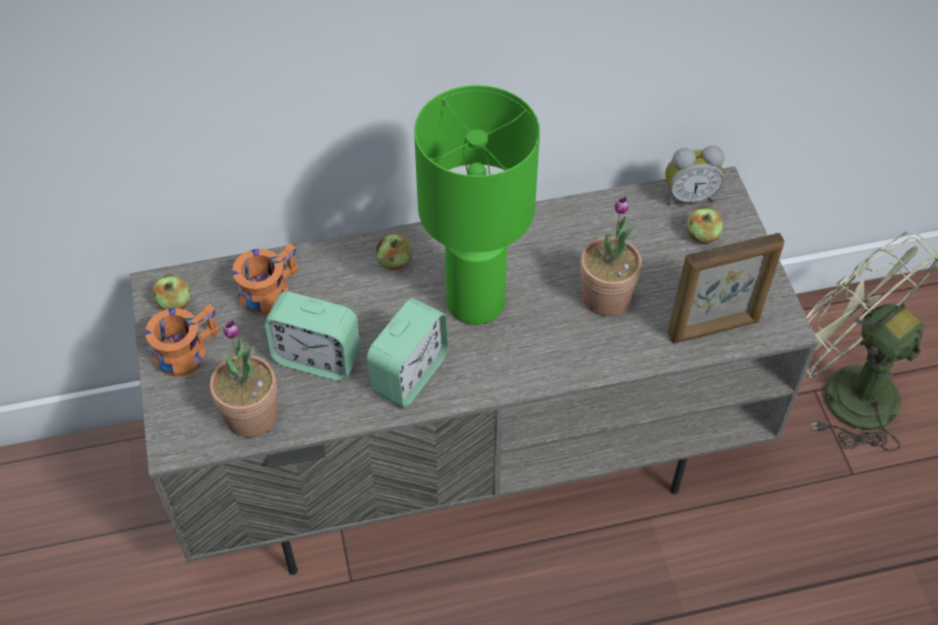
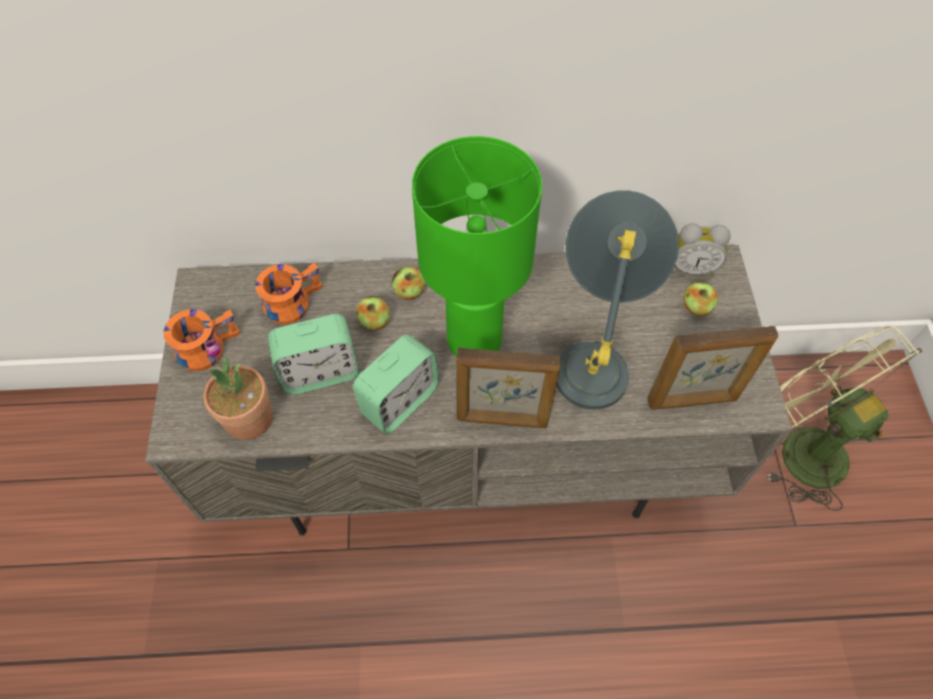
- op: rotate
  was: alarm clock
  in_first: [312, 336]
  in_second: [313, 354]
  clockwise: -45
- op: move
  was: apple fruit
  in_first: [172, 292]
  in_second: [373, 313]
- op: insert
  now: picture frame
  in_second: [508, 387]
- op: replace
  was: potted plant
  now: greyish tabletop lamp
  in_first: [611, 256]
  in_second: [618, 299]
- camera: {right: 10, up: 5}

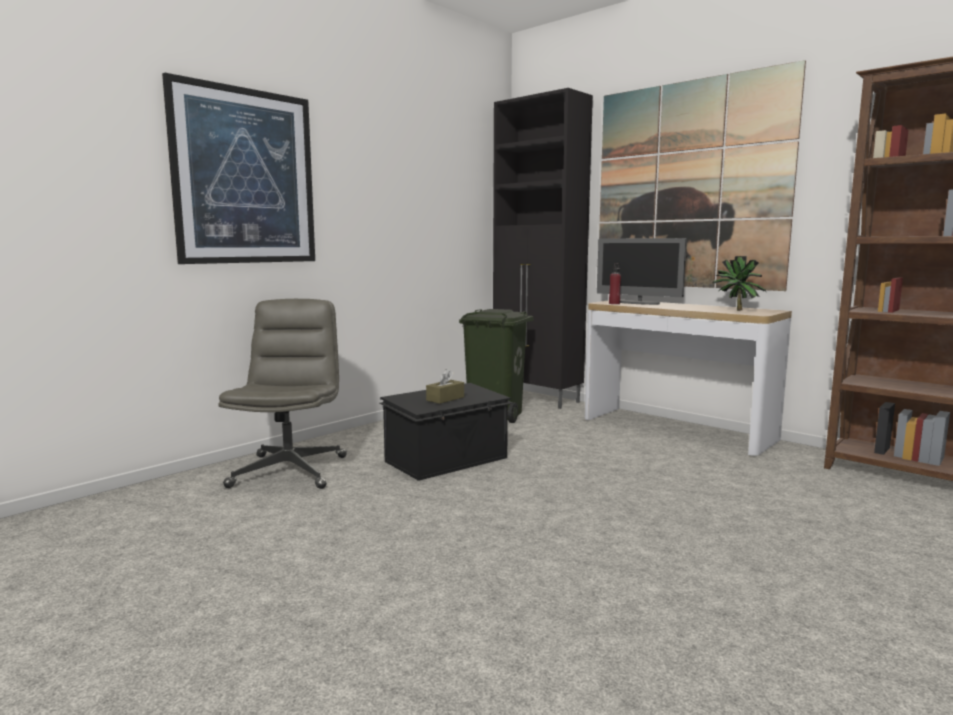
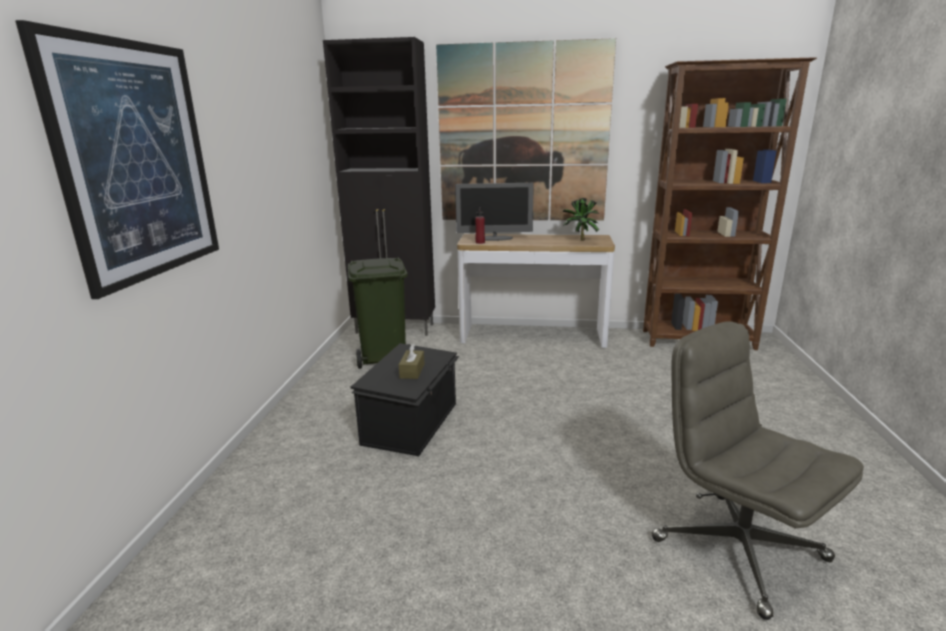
- op: move
  was: greyish office chair
  in_first: [282, 394]
  in_second: [758, 471]
- camera: {right: -35, up: 10}

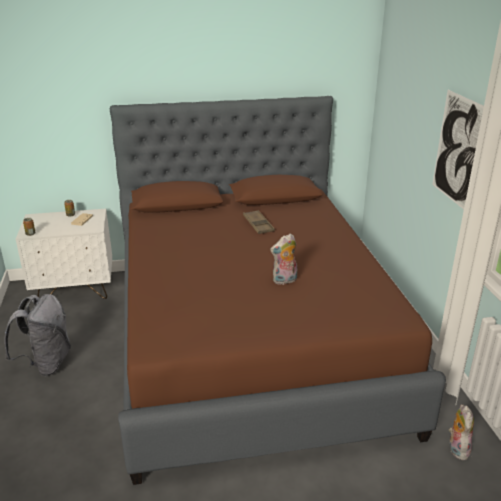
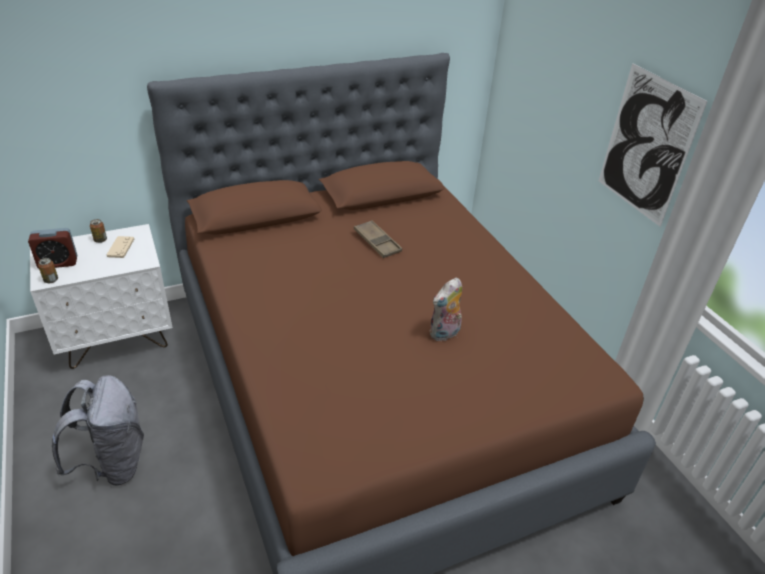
- op: insert
  now: alarm clock
  in_second: [52, 248]
- op: delete
  was: plush toy
  in_first: [461, 432]
- camera: {right: -15, up: 10}

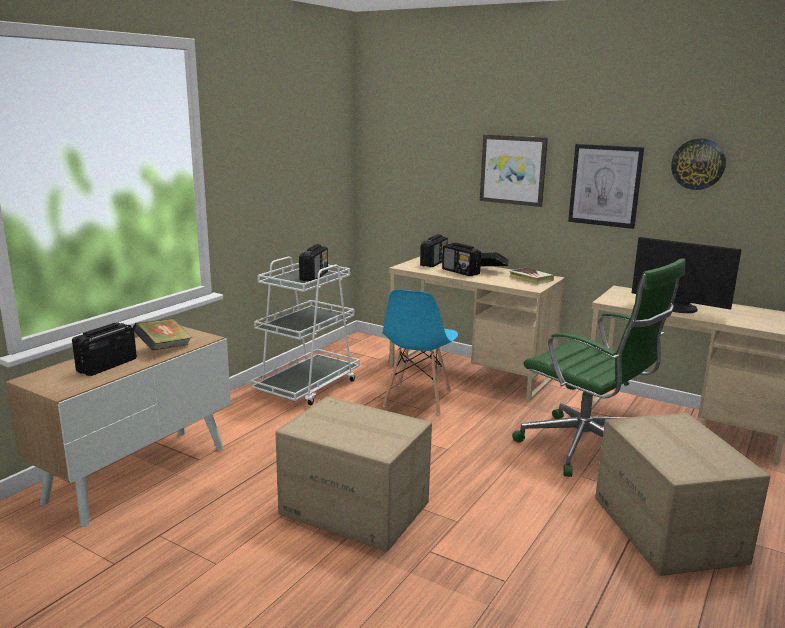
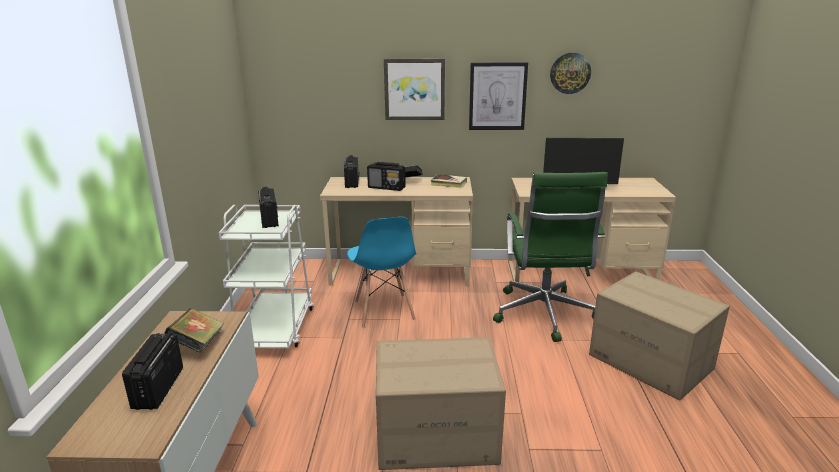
- op: rotate
  was: green office chair
  in_first: [599, 367]
  in_second: [550, 257]
  clockwise: 75
- camera: {right: -30, up: 5}

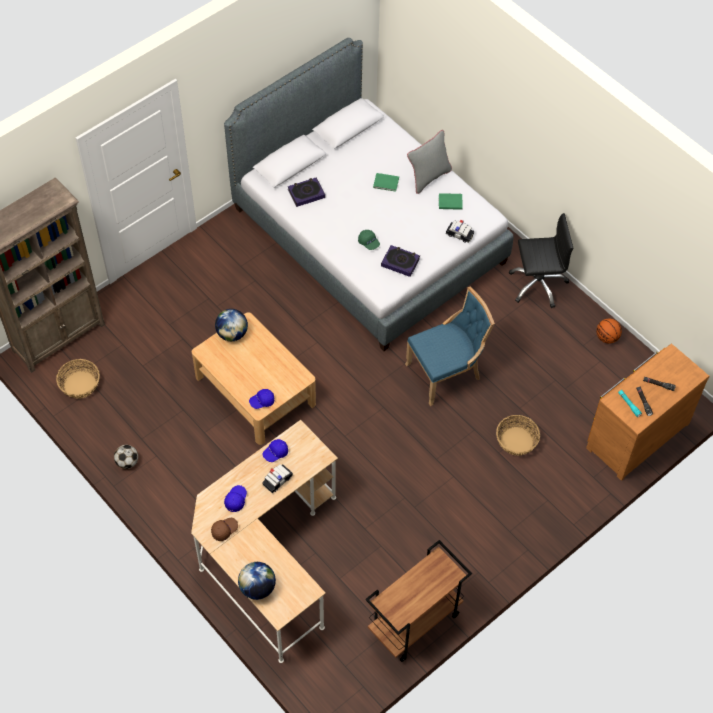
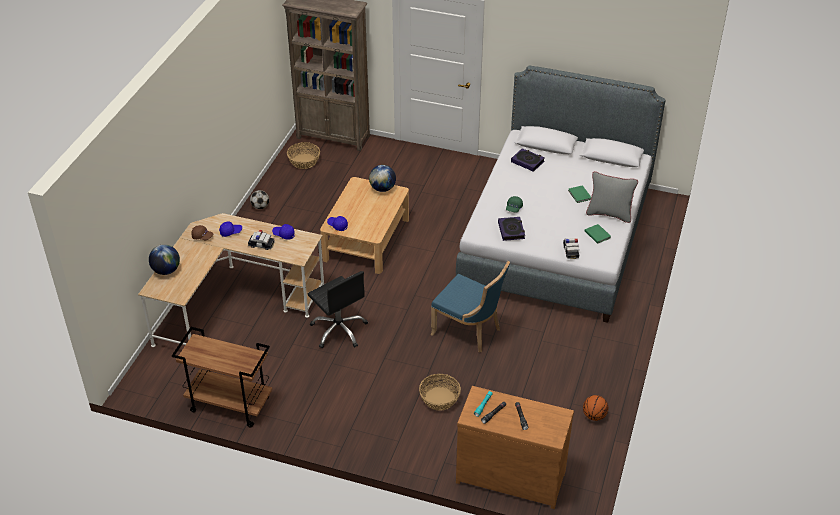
- op: move
  was: black office chair
  in_first: [541, 260]
  in_second: [338, 310]
- camera: {right: 60, up: -15}

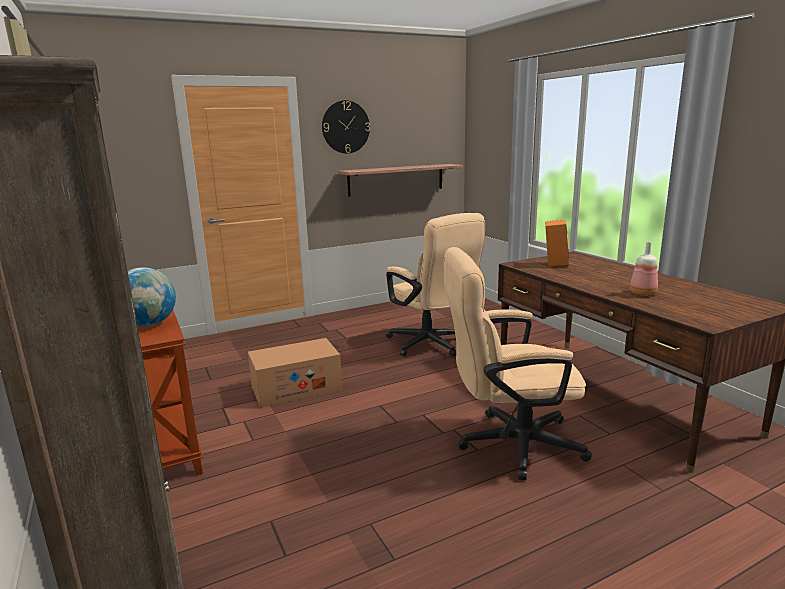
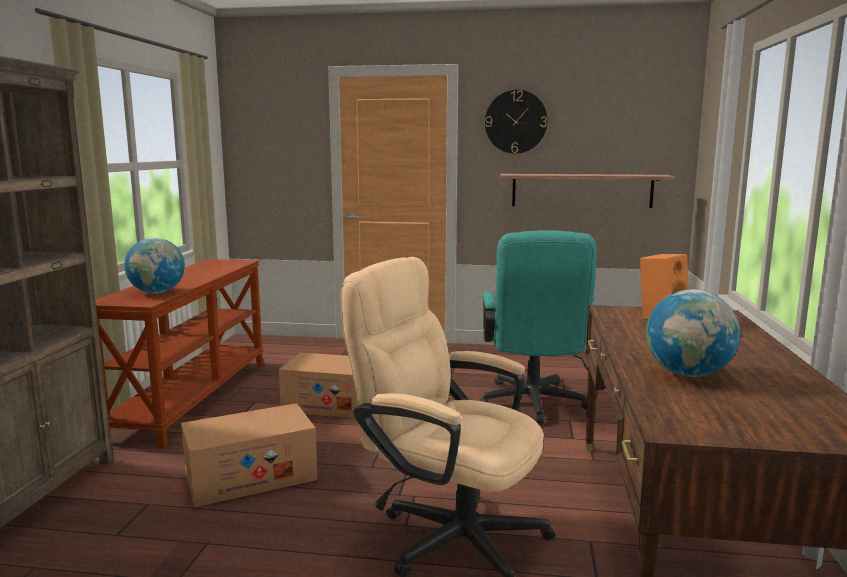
- op: insert
  now: carton
  in_second: [249, 455]
- op: recolor
  was: beige-coloured office chair
  now: turquoise office chair
  in_first: [435, 285]
  in_second: [538, 327]
- op: replace
  was: drink bottle
  now: globe
  in_first: [644, 269]
  in_second: [693, 333]
- camera: {right: 35, up: -5}

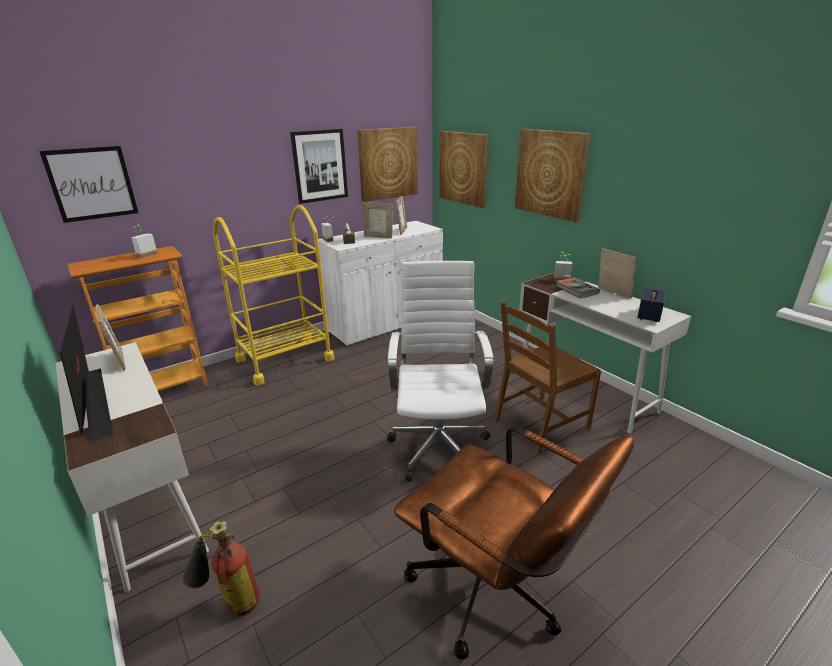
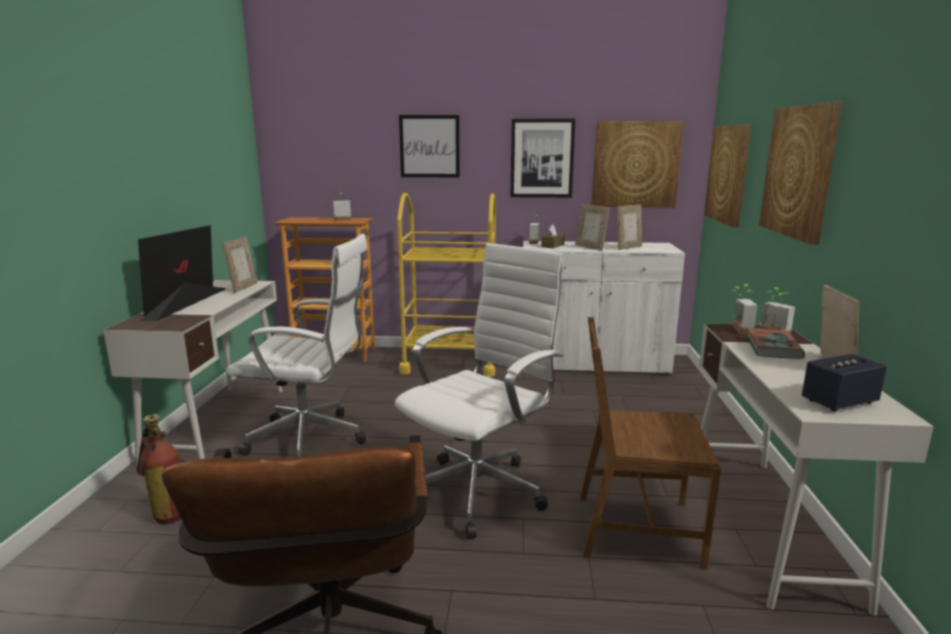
- op: insert
  now: white-coloured office chair
  in_second: [296, 345]
- op: move
  was: picture
  in_first: [88, 184]
  in_second: [429, 146]
- op: insert
  now: potted plant
  in_second: [744, 309]
- camera: {right: 40, up: -10}

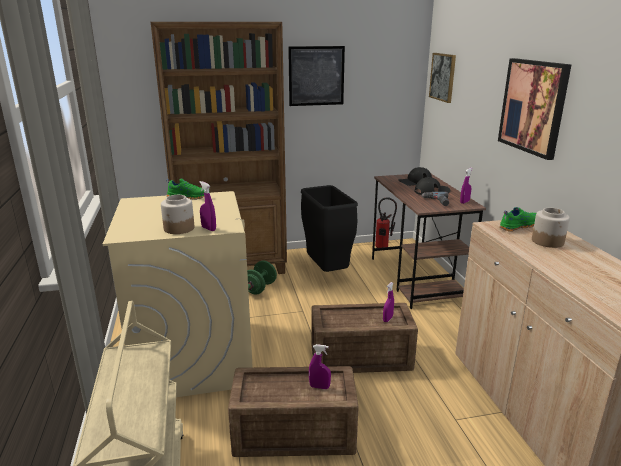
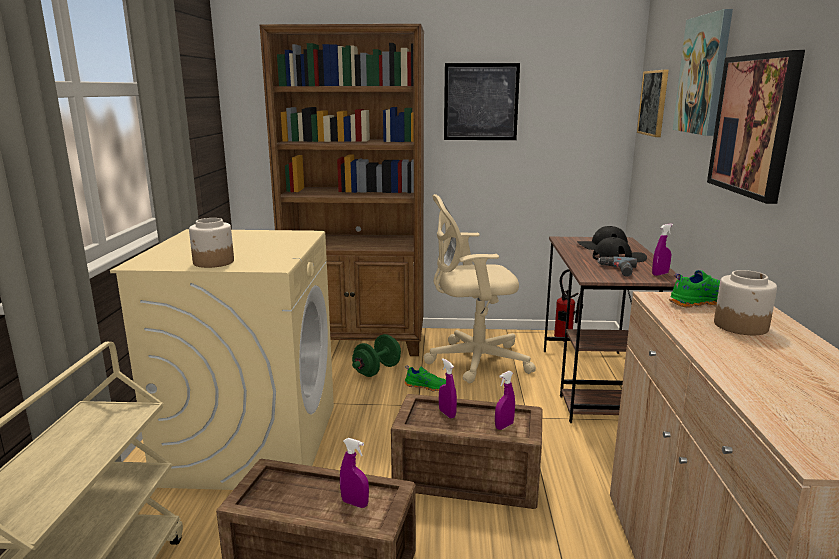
- op: move
  was: green shoe
  in_first: [188, 189]
  in_second: [425, 378]
- op: replace
  was: black rubbish bin
  now: beige-coloured office chair
  in_first: [329, 228]
  in_second: [479, 289]
- op: move
  was: purple-coloured spray bottle
  in_first: [207, 206]
  in_second: [448, 388]
- op: insert
  now: picture
  in_second: [703, 72]
- camera: {right: 15, up: -5}

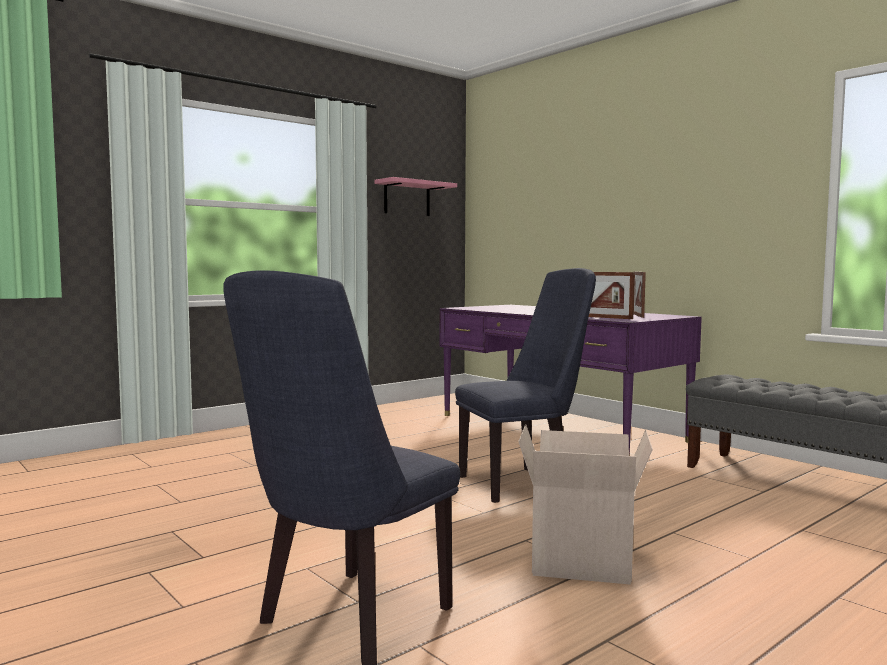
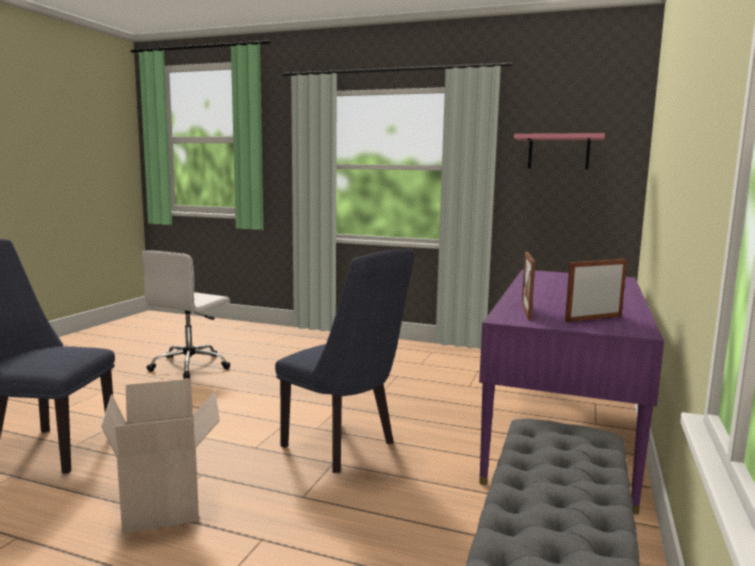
- op: insert
  now: white-coloured office chair
  in_second: [186, 314]
- camera: {right: 60, up: 5}

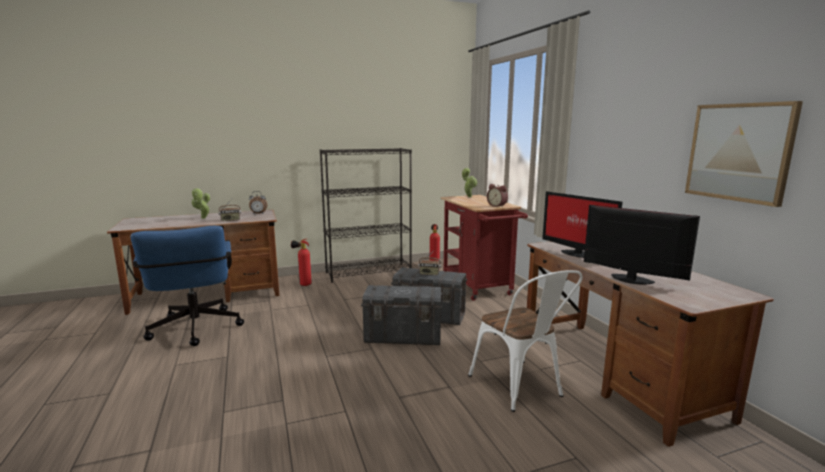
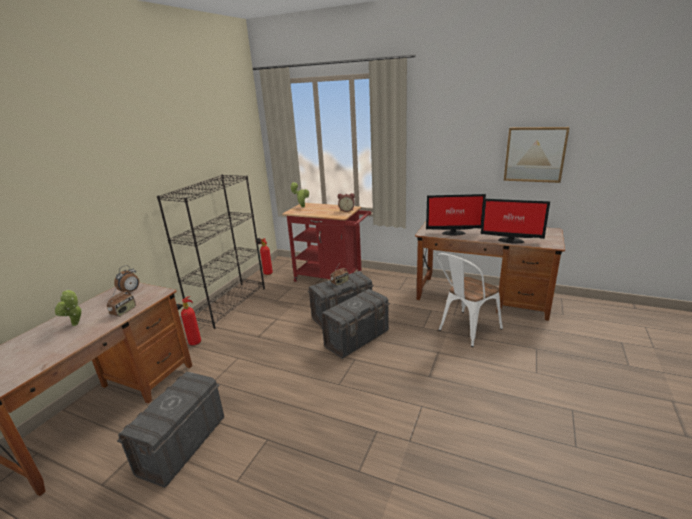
- op: replace
  was: blue-coloured office chair
  now: greyish storage bin
  in_first: [187, 286]
  in_second: [170, 429]
- op: rotate
  was: white-coloured chair
  in_first: [525, 341]
  in_second: [470, 300]
  clockwise: 120
- op: rotate
  was: computer display
  in_first: [642, 245]
  in_second: [515, 221]
  clockwise: -150
- camera: {right: -45, up: 10}

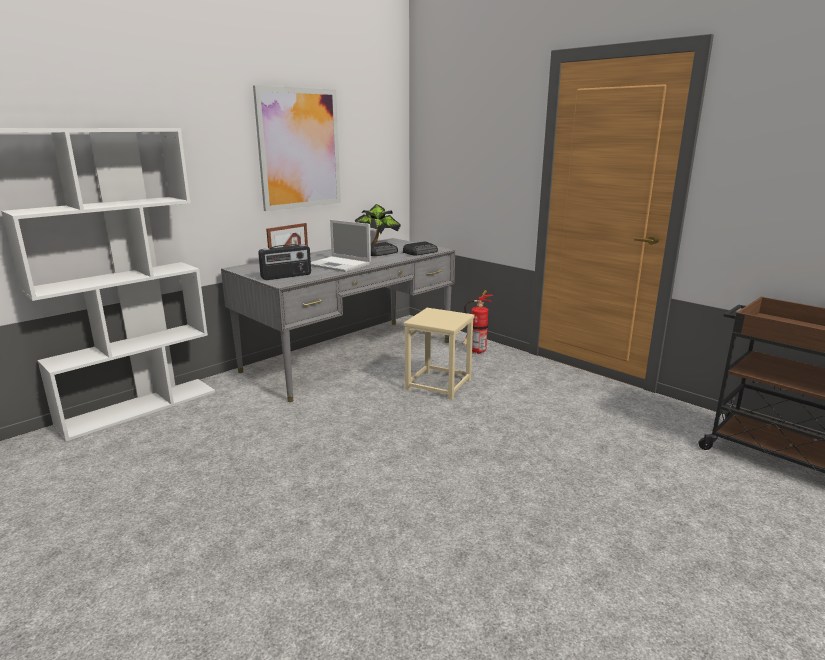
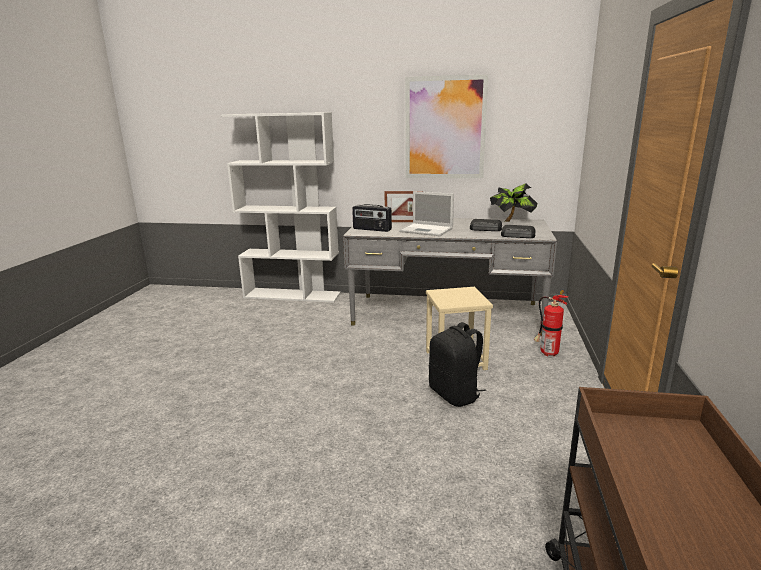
- op: rotate
  was: portable computer
  in_first: [341, 246]
  in_second: [426, 213]
  clockwise: -60
- op: insert
  now: black backpack
  in_second: [457, 364]
- camera: {right: 55, up: 0}

